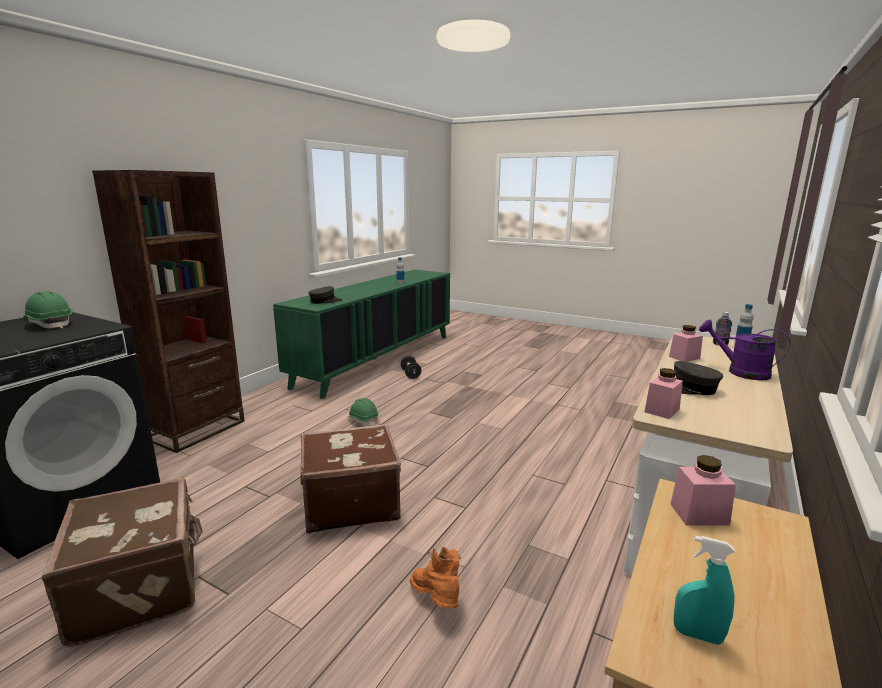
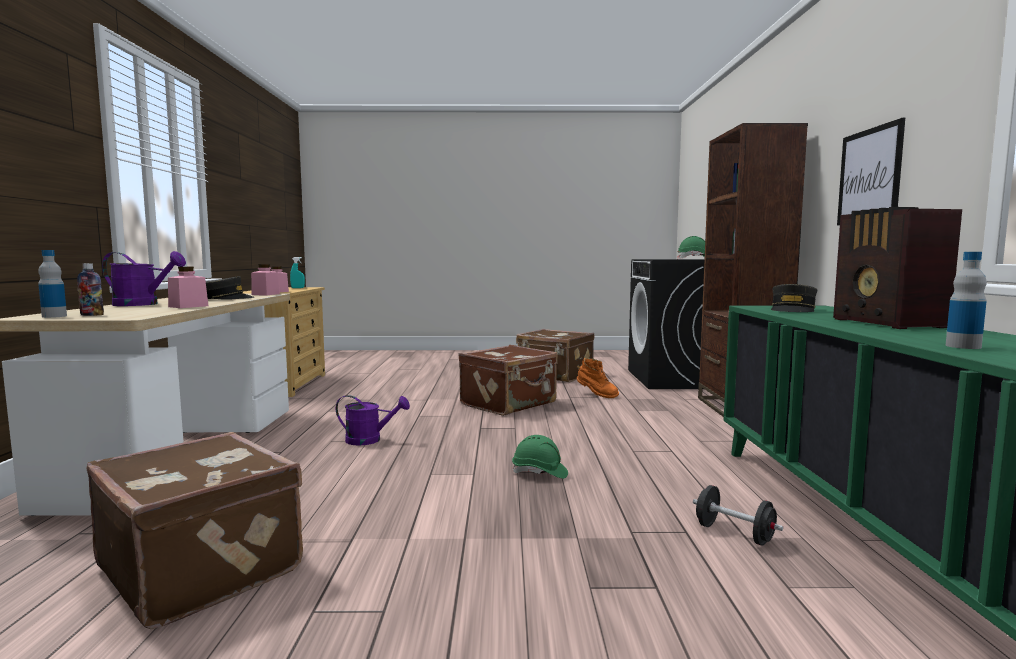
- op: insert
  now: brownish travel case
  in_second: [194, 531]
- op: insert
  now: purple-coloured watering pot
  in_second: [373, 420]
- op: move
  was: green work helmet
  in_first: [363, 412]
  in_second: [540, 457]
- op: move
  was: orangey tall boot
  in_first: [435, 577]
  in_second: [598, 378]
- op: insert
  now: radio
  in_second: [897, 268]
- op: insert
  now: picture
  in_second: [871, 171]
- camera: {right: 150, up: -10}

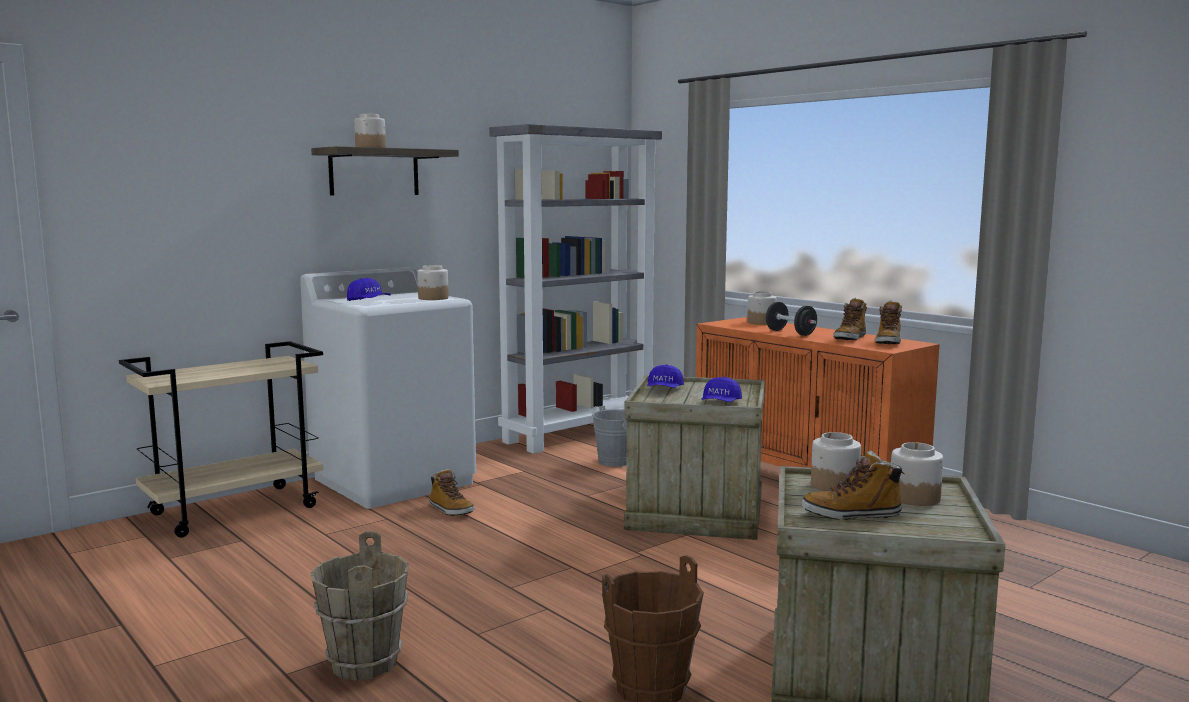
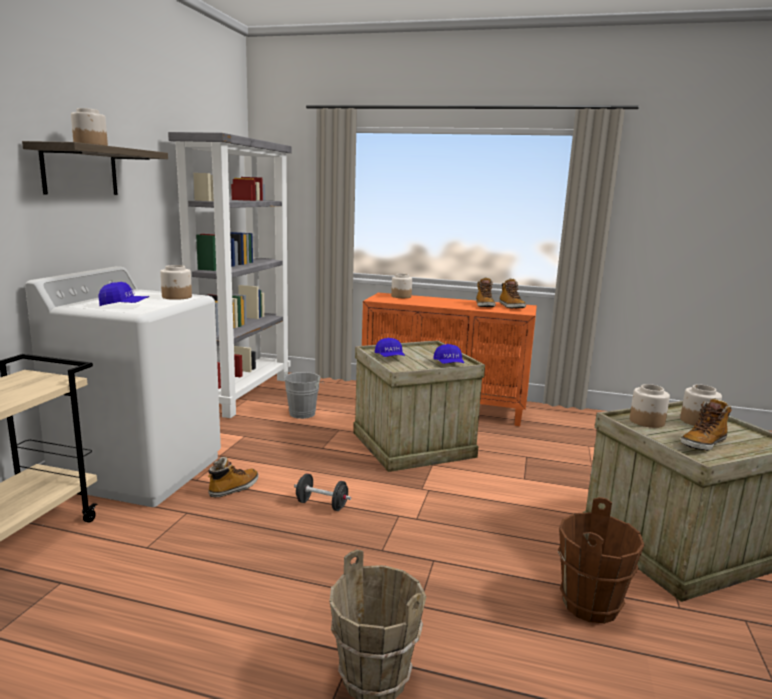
- op: rotate
  was: tall boot
  in_first: [452, 492]
  in_second: [233, 477]
  clockwise: -60
- op: move
  was: black hand weight
  in_first: [791, 319]
  in_second: [322, 492]
- camera: {right: -35, up: 5}

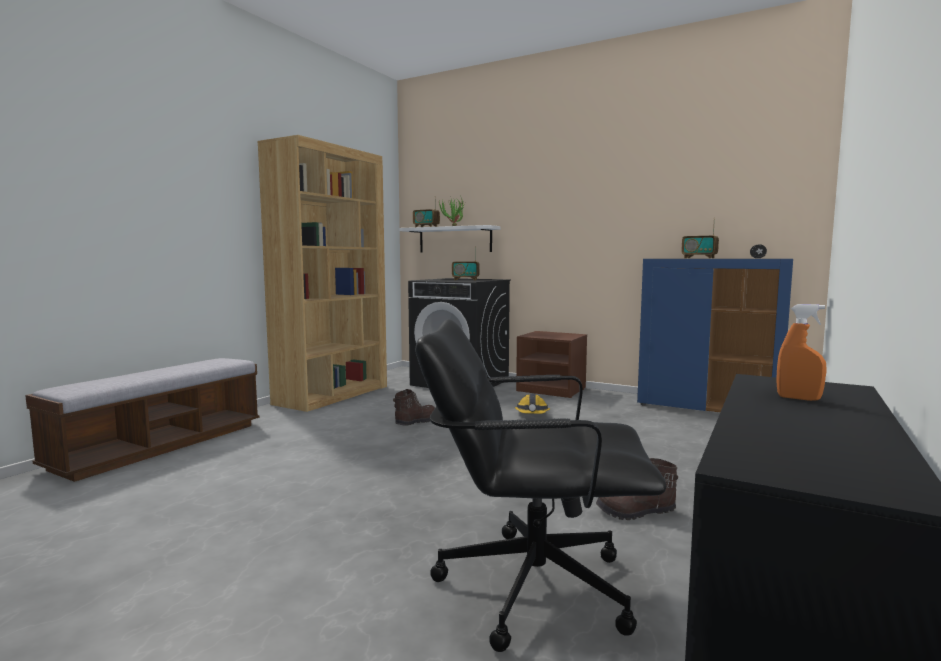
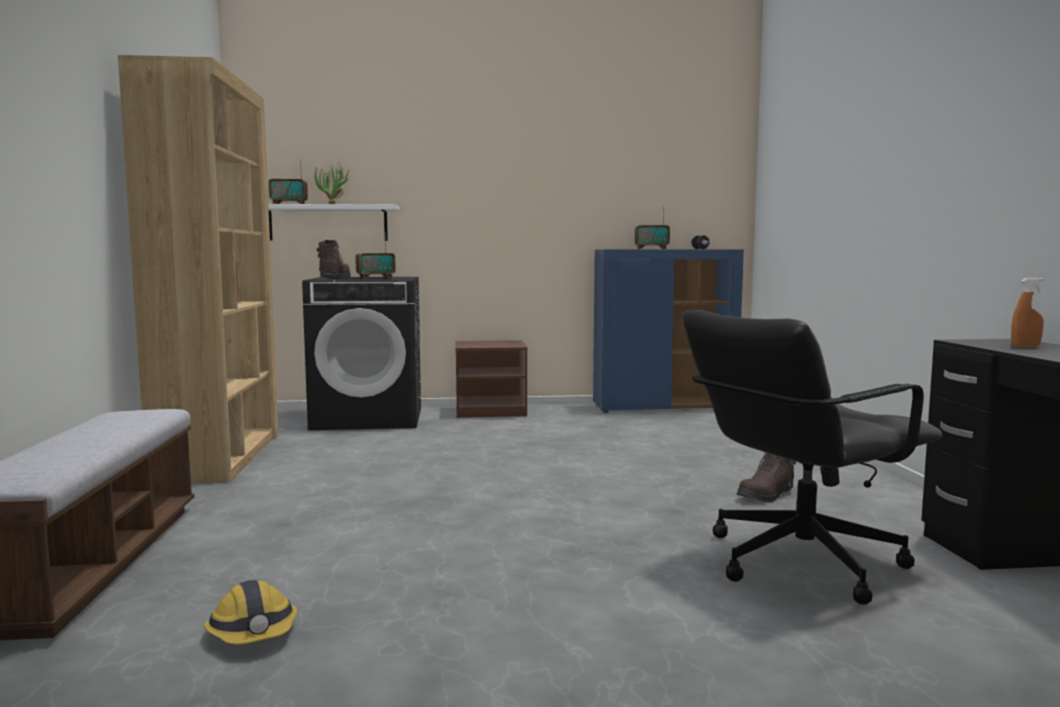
- op: move
  was: work helmet
  in_first: [532, 404]
  in_second: [250, 612]
- op: move
  was: brownish tall boot
  in_first: [414, 407]
  in_second: [333, 259]
- camera: {right: -35, up: 0}

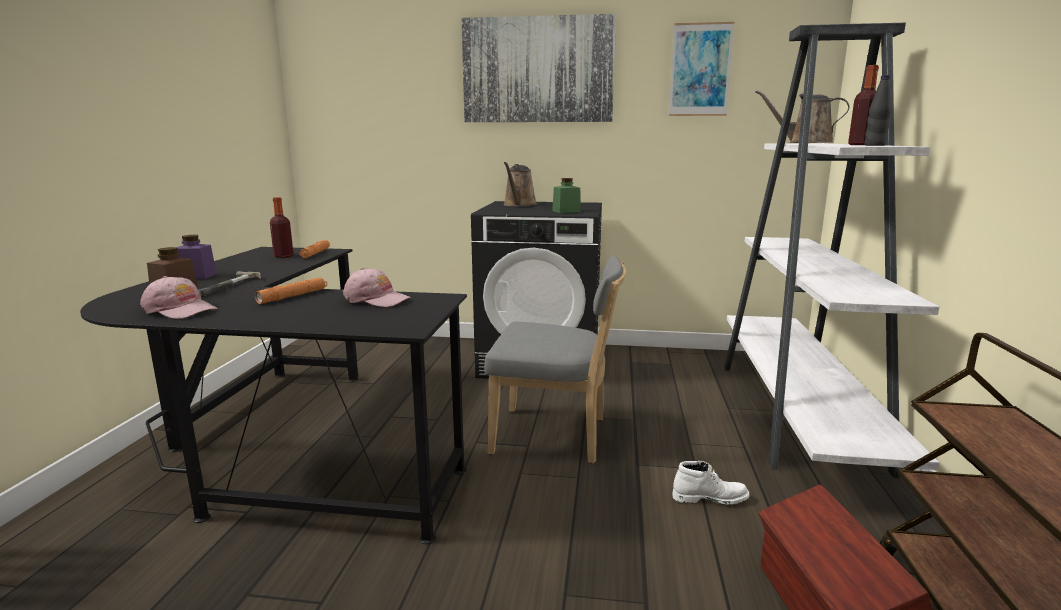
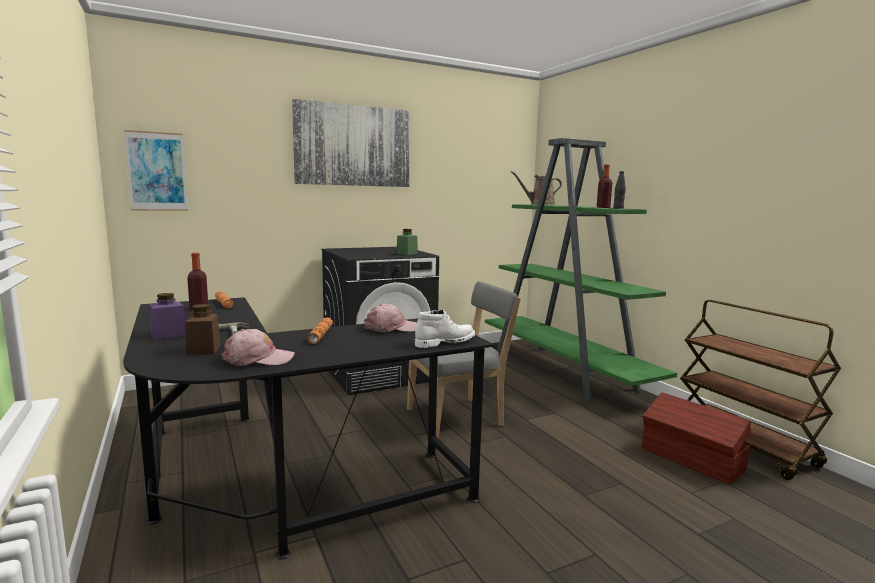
- op: move
  was: picture
  in_first: [702, 69]
  in_second: [156, 170]
- op: move
  was: white-coloured tall boot
  in_first: [710, 483]
  in_second: [445, 328]
- op: recolor
  was: white-coloured bookshelf
  now: green bookshelf
  in_first: [831, 250]
  in_second: [581, 270]
- op: delete
  was: brownish watering pot
  in_first: [520, 184]
- camera: {right: -35, up: -5}

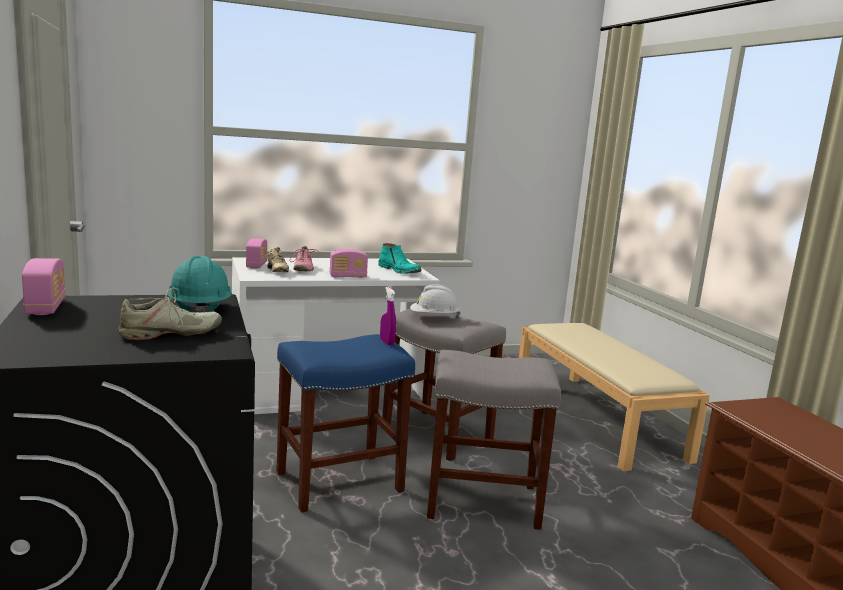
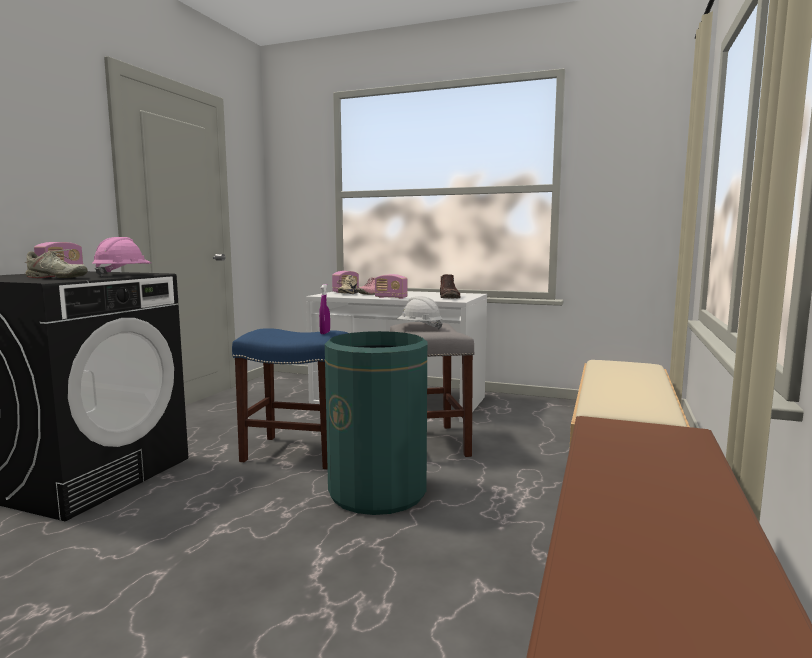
- op: recolor
  was: turquoise work helmet
  now: pink-coloured work helmet
  in_first: [200, 284]
  in_second: [121, 256]
- op: replace
  was: greyish sitting stool
  now: green rubbish bin
  in_first: [494, 440]
  in_second: [376, 423]
- op: recolor
  was: turquoise tall boot
  now: brownish tall boot
  in_first: [400, 258]
  in_second: [450, 286]
- camera: {right: 40, up: -5}

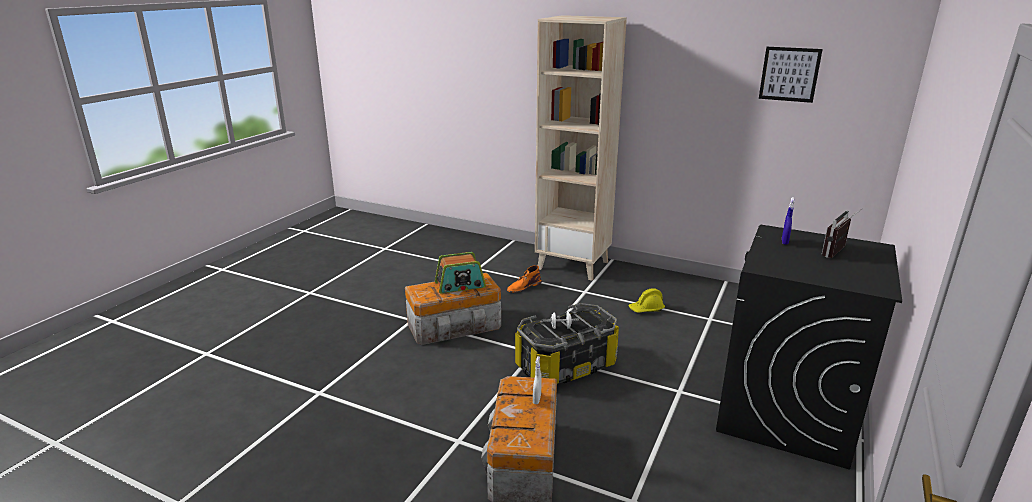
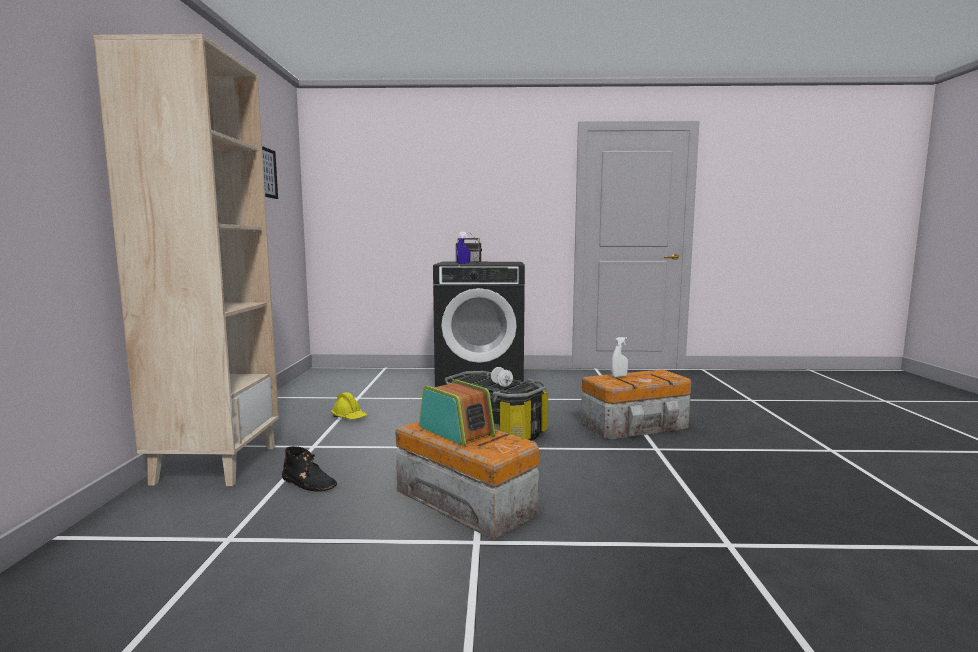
- op: recolor
  was: orangey tall boot
  now: black tall boot
  in_first: [524, 279]
  in_second: [309, 468]
- camera: {right: -115, up: -15}

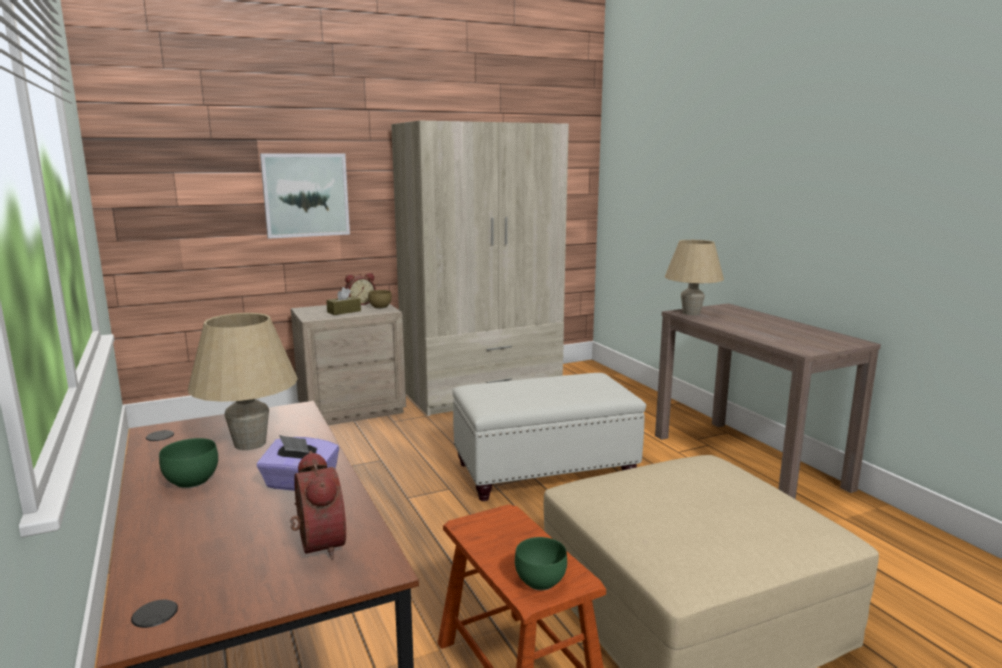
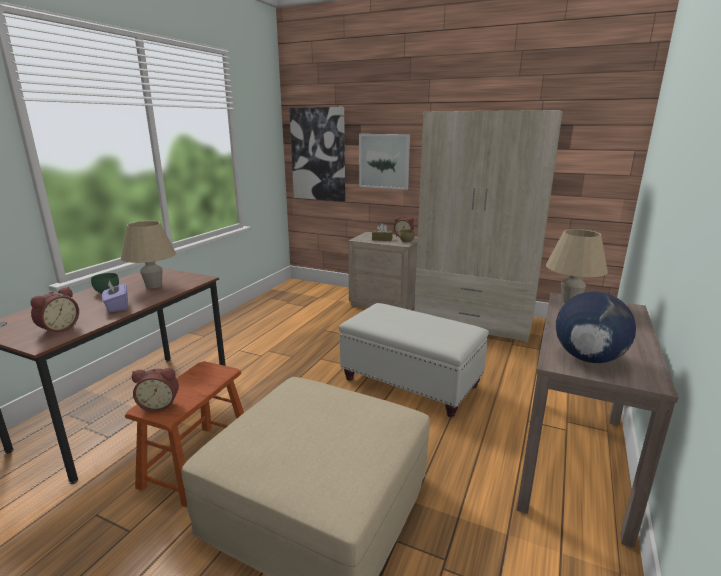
- op: replace
  was: green serving bowl
  now: alarm clock
  in_first: [541, 563]
  in_second: [155, 390]
- op: insert
  now: picture
  in_second: [317, 154]
- op: insert
  now: globe
  in_second: [596, 327]
- camera: {right: 50, up: 5}

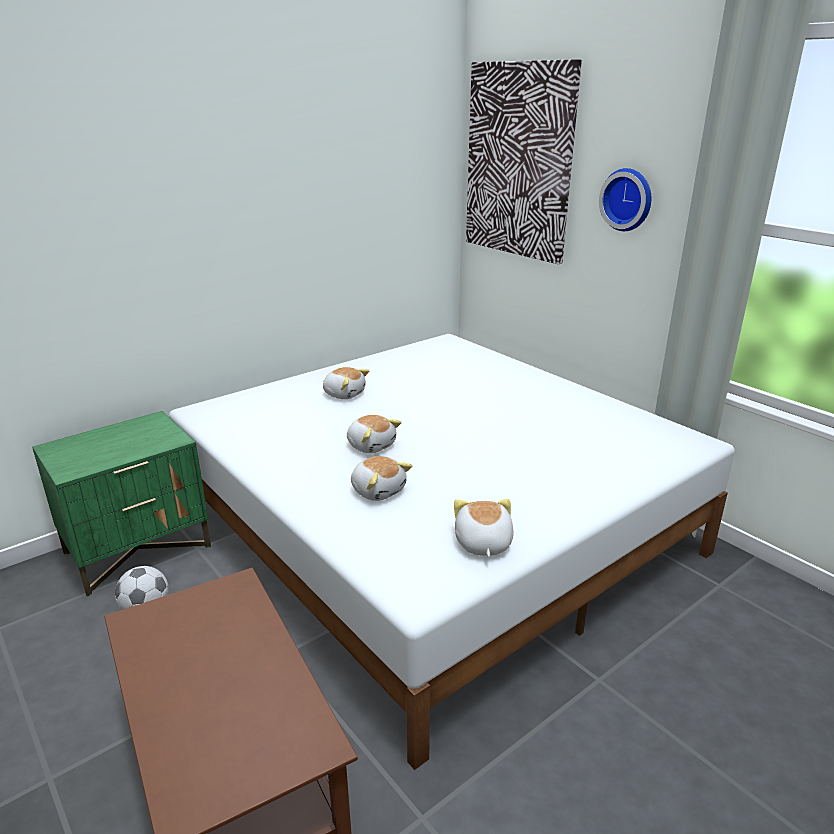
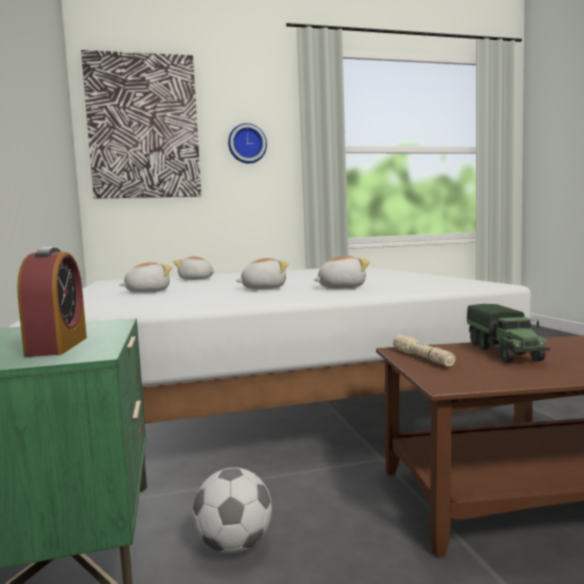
- op: insert
  now: alarm clock
  in_second: [52, 302]
- op: move
  was: plush toy
  in_first: [484, 528]
  in_second: [193, 268]
- op: insert
  now: beige-coloured flashlight
  in_second: [424, 350]
- op: insert
  now: toy lorry
  in_second: [508, 333]
- camera: {right: -65, up: -20}

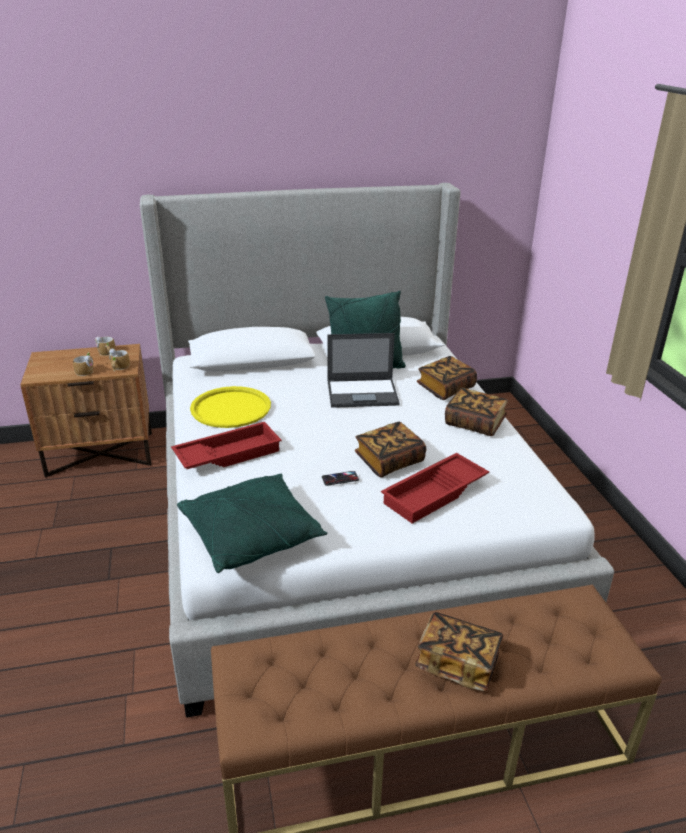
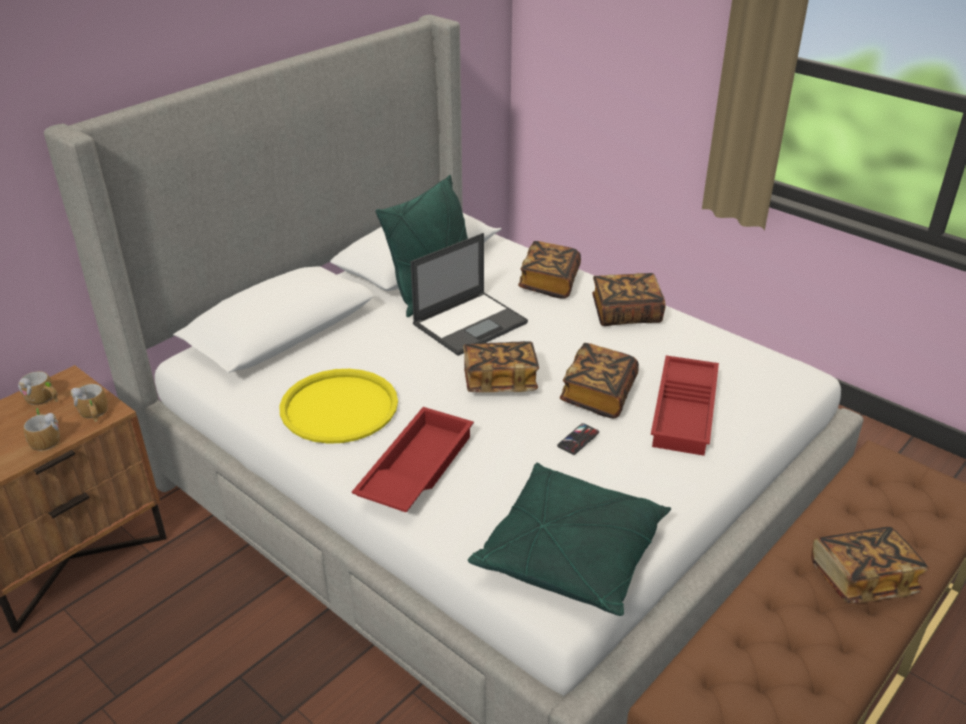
- op: insert
  now: book
  in_second: [501, 366]
- camera: {right: -35, up: 5}

